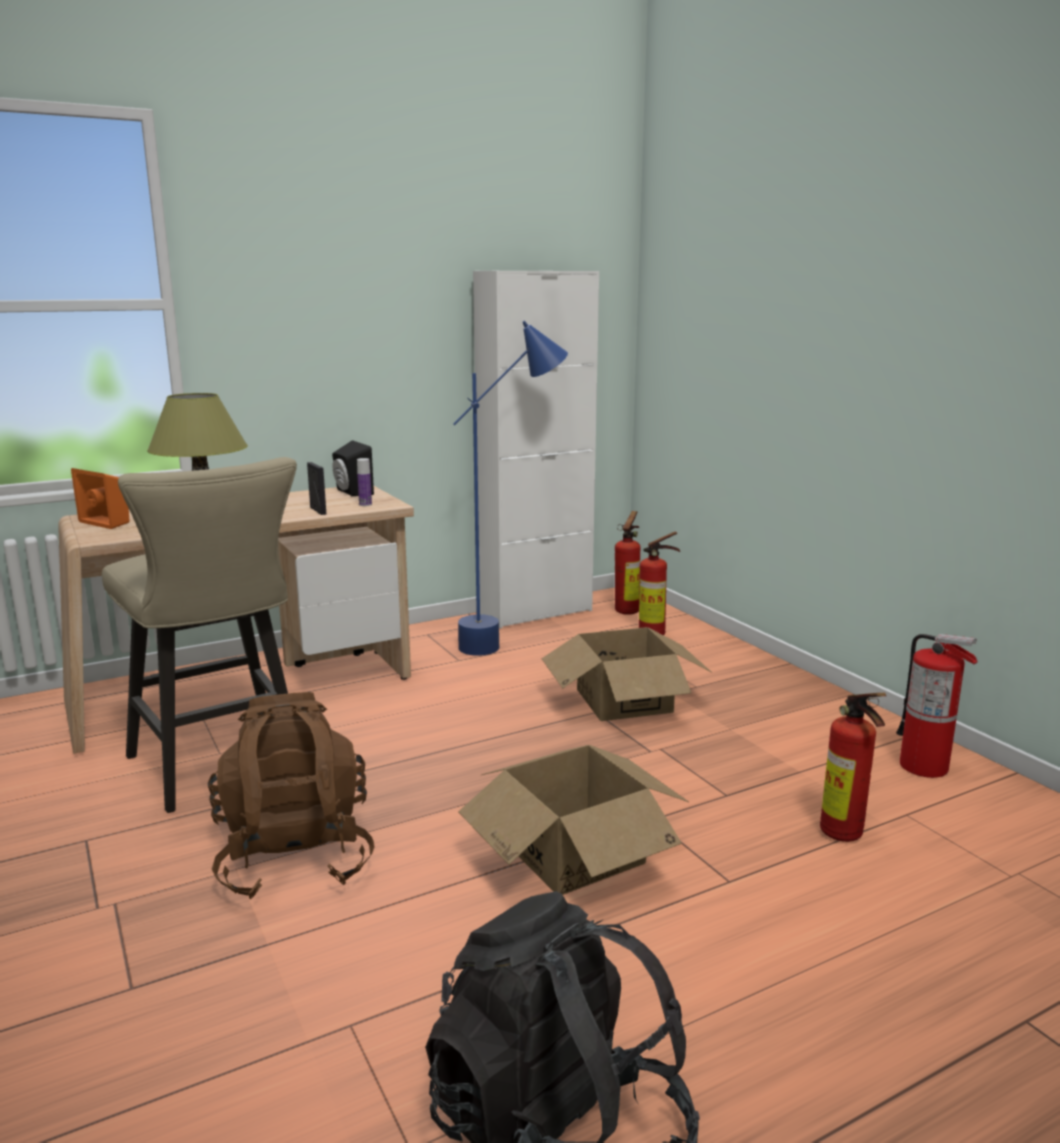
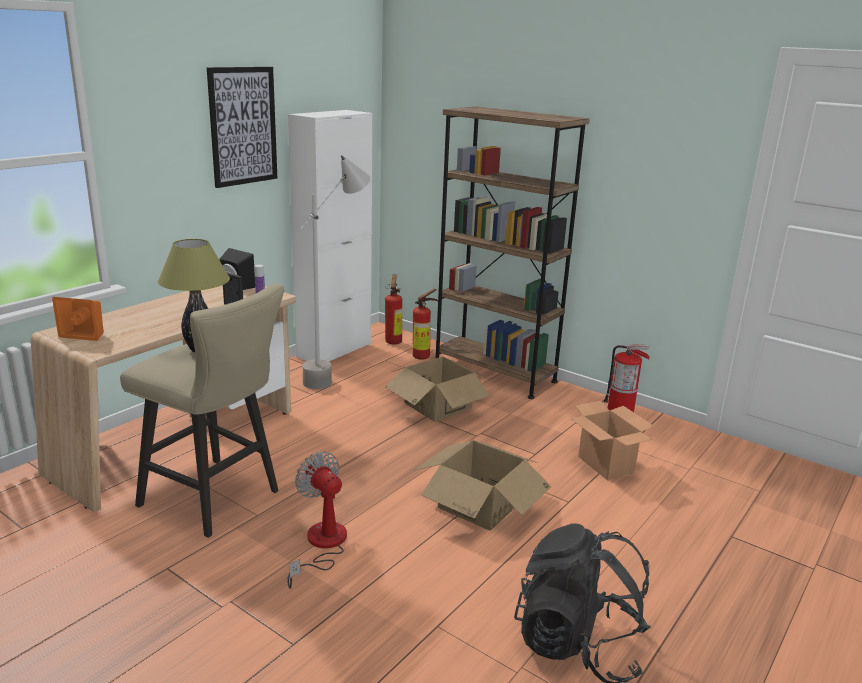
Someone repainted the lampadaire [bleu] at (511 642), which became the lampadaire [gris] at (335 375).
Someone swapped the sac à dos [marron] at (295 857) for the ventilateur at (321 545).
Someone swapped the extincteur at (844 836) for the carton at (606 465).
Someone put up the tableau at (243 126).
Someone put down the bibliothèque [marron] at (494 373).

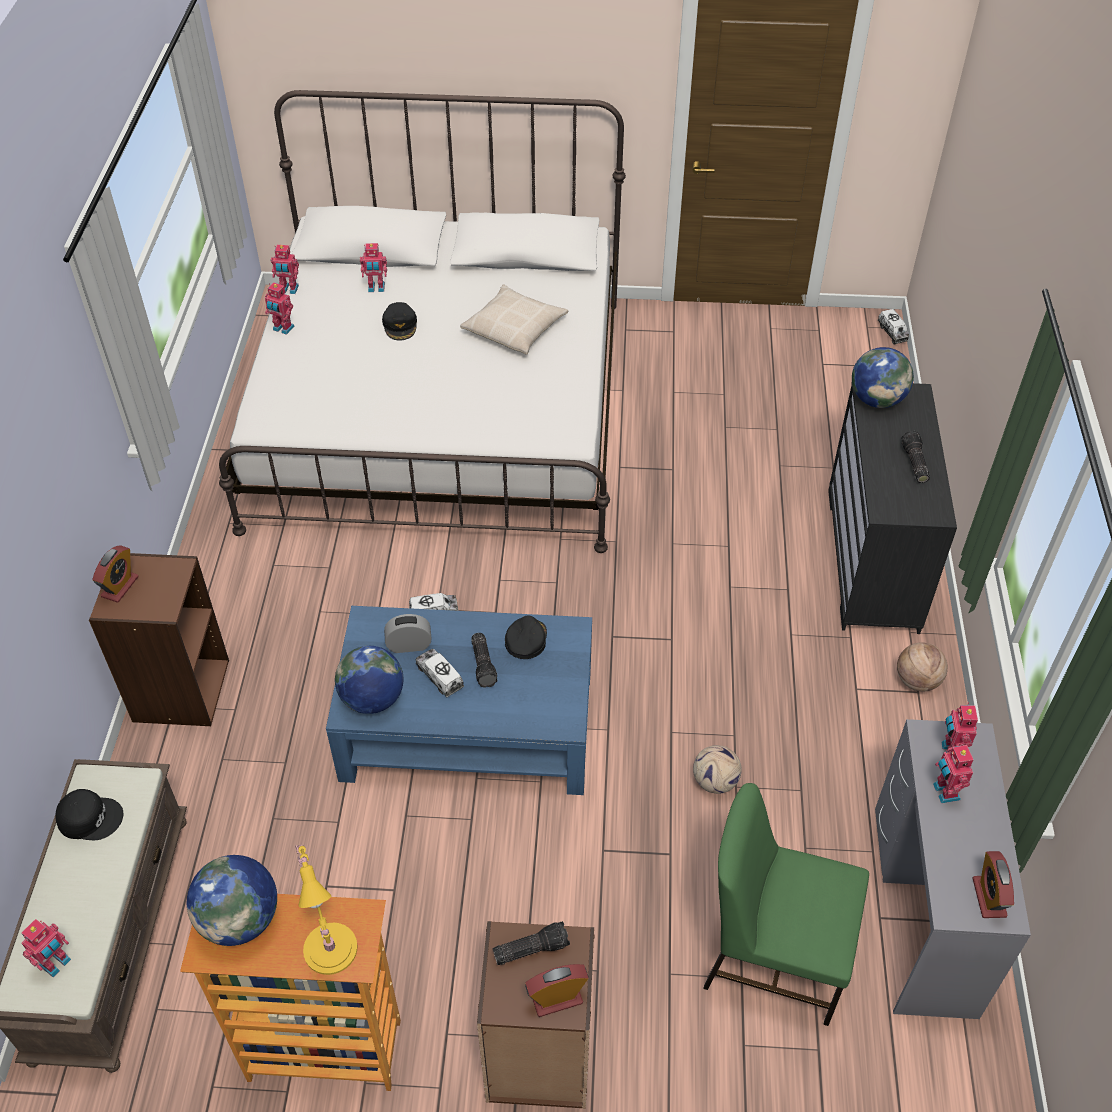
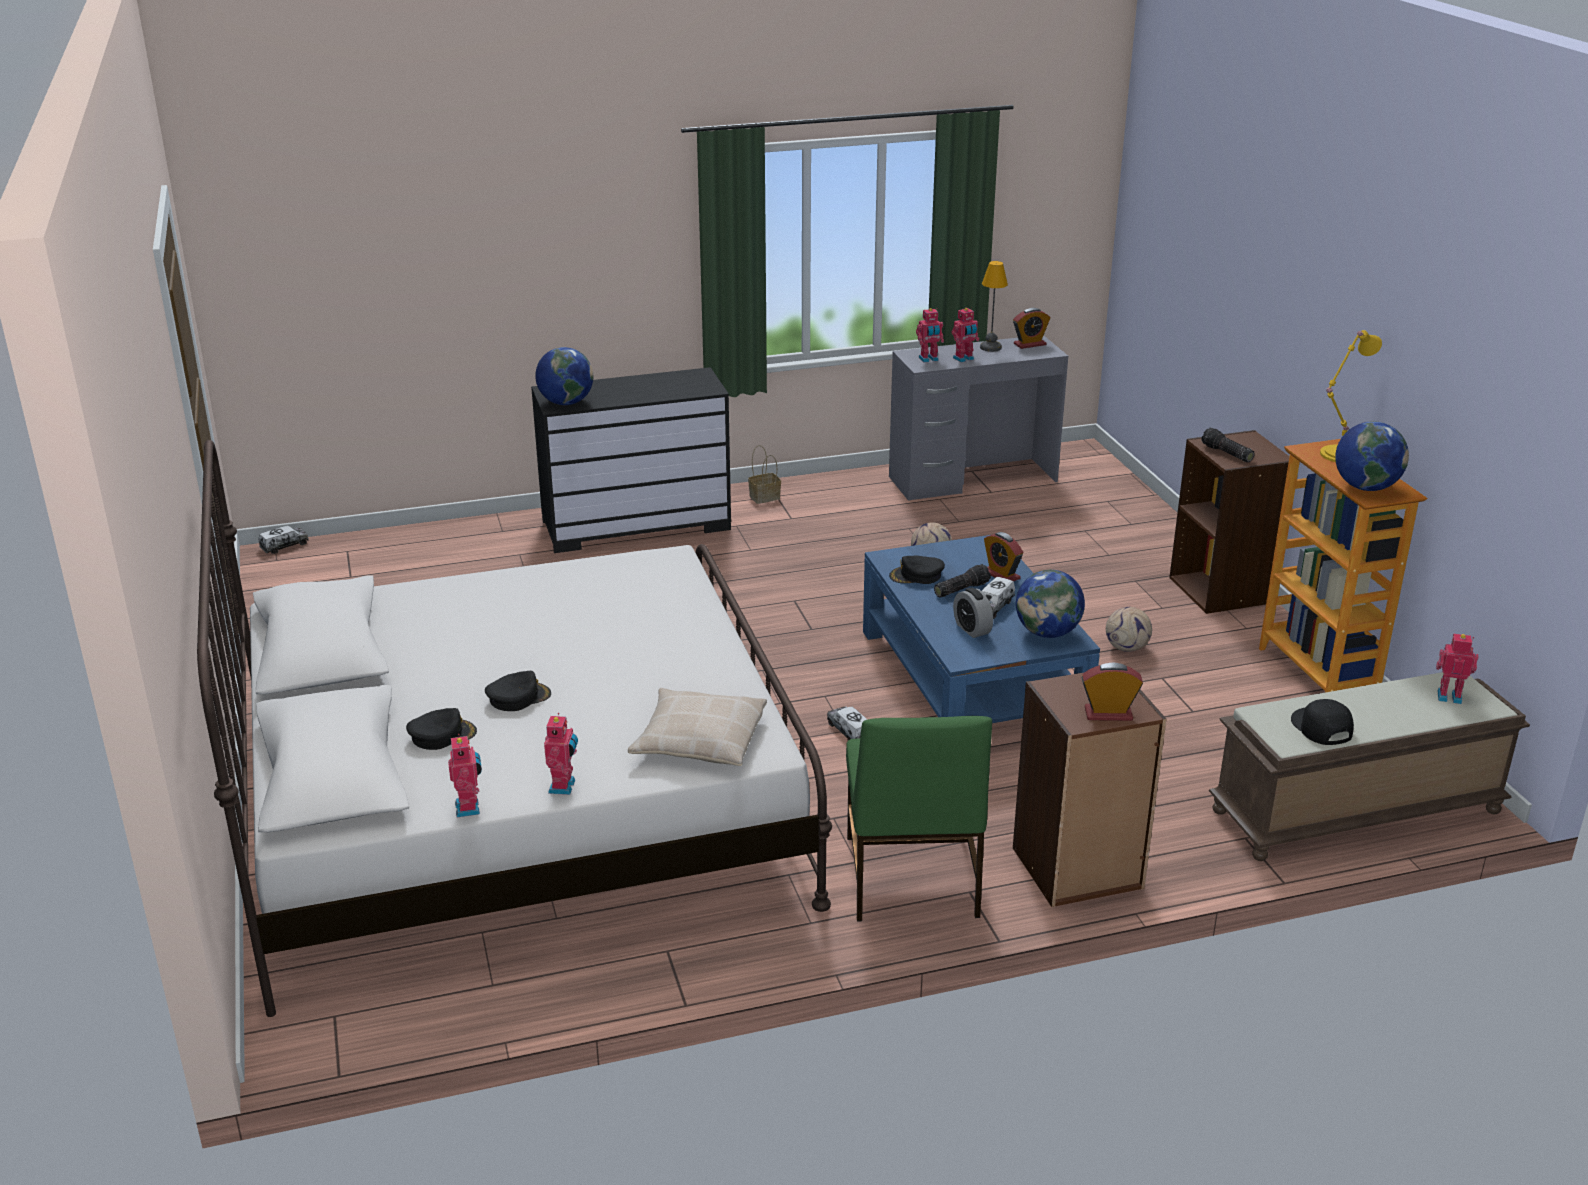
Someone swapped the robot jouet at (376 288) for the casquette [noir] at (442 735).
Someone carried the coussin [beige] from (515 328) to (699 740).
Someone took away the lampe de poche at (913 463).
Someone swapped the ballon de basket at (917 681) for the panier at (765 497).
Someone carried the chaise [vert] from (773 953) to (910 878).
Someone carried the réveil from (557 998) to (1001 575).
Someone put down the lampe de table at (990 347).
Someone put down the ballon de foot at (1127 648).

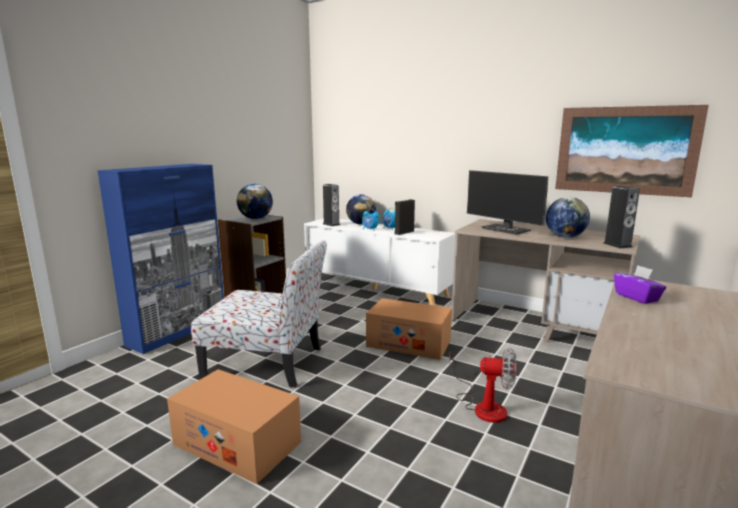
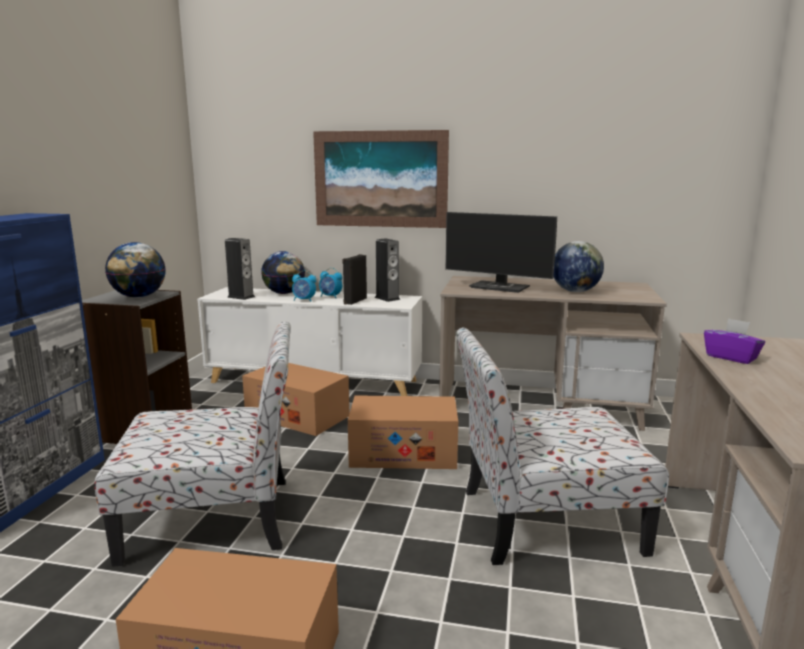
Someone carried the tableau from (625 150) to (380 179).
Someone carried the enceinte from (617 245) to (387 298).
Someone swapped the ventilateur at (483 406) for the chaise at (545 521).
Someone put down the carton at (297 416).

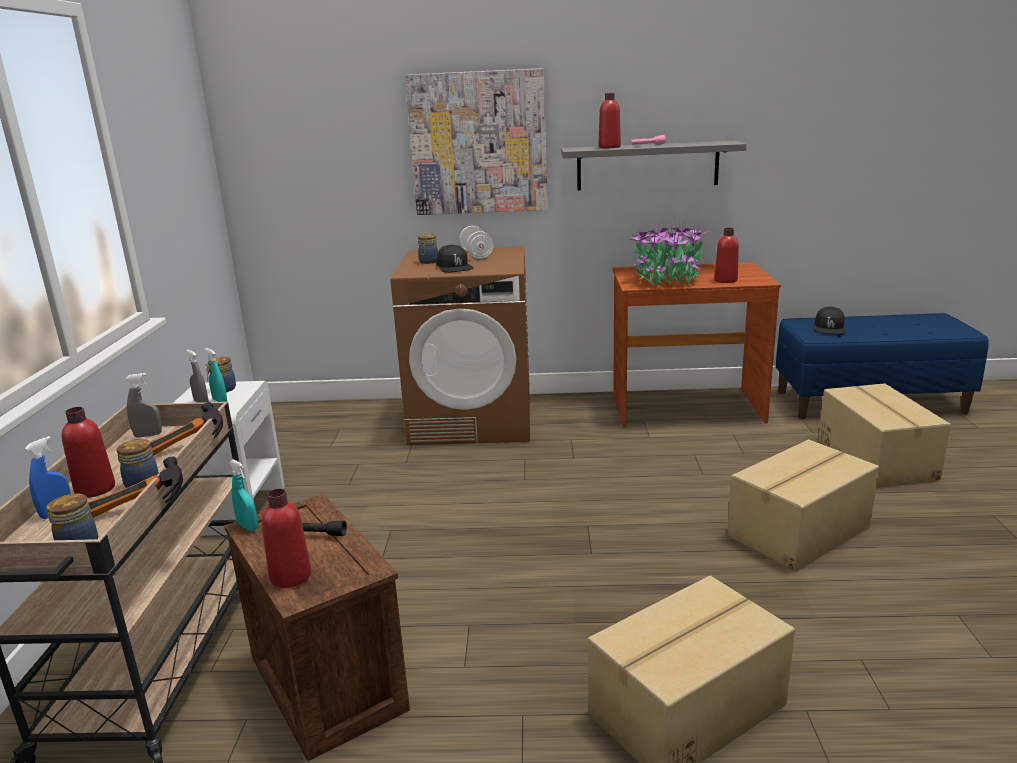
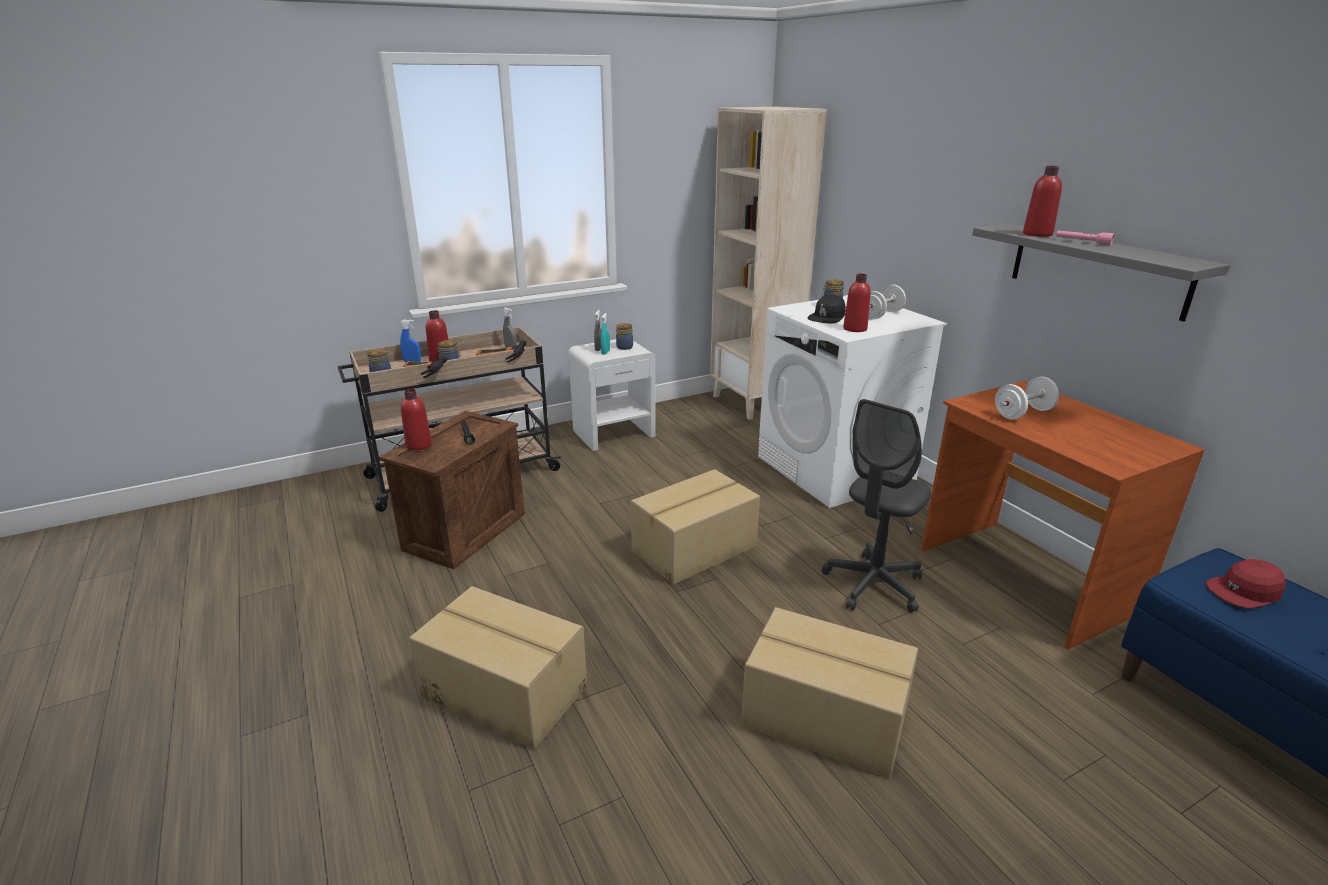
Someone took away the tableau at (478 143).
Someone swapped the plante en pot at (667 279) for the haltère [blanc] at (1023 413).
Someone carried the bouteille [rouge] from (725 280) to (855 329).
Someone repainted the lave-linge [marron] at (473 419), which became the lave-linge [blanc] at (835 469).
Someone repainted the casquette [noir] at (829 328), which became the casquette [rouge] at (1244 592).
Someone carried the carton from (877 459) to (695 549).
Someone took away the vaporisateur [turquoise] at (248 527).
Someone put down the bibliothèque [beige] at (754 402).
Someone put down the chaise de bureau [gris] at (873 585).

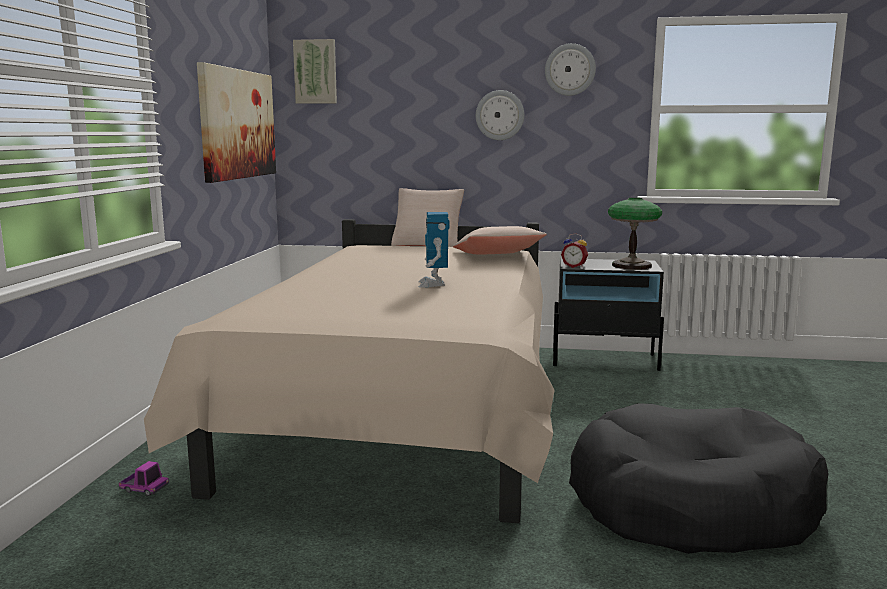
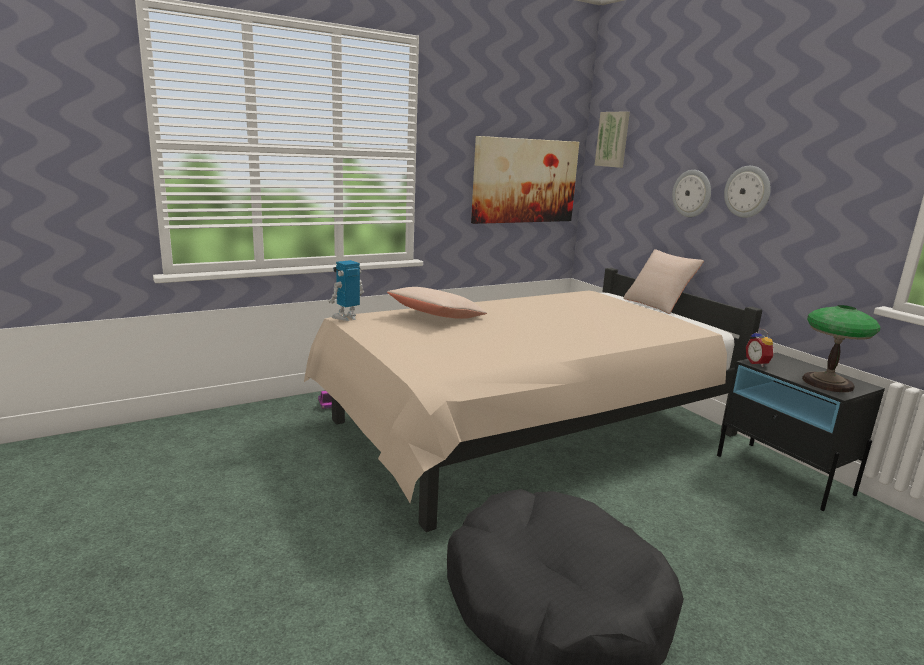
Someone carried the horloge murale from (570 69) to (692 193).
Someone carried the robot jouet from (433 284) to (346 318).
Someone carried the coussin [beige] from (497 256) to (437 317).

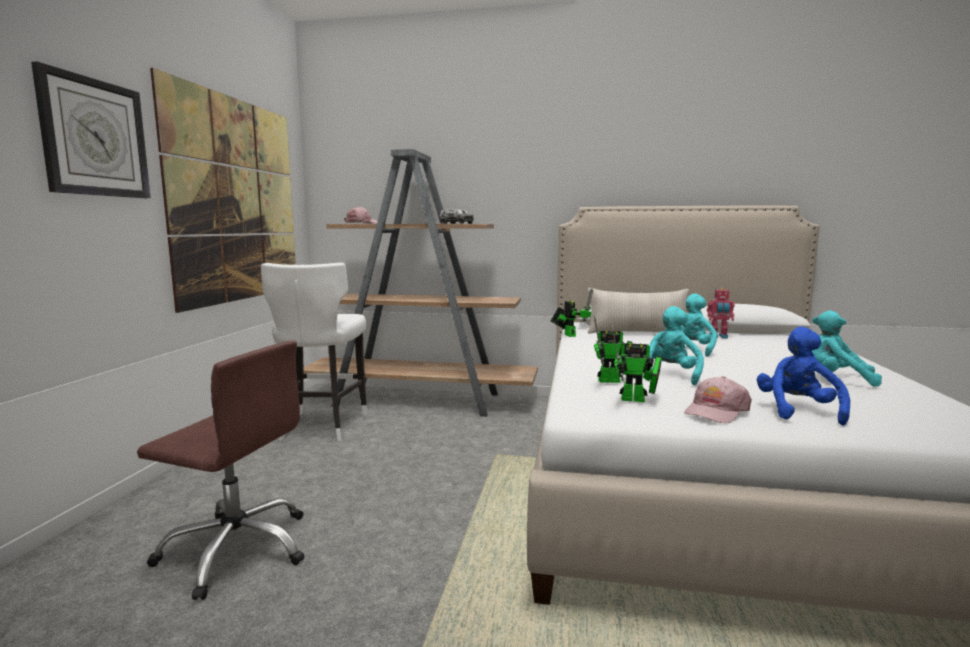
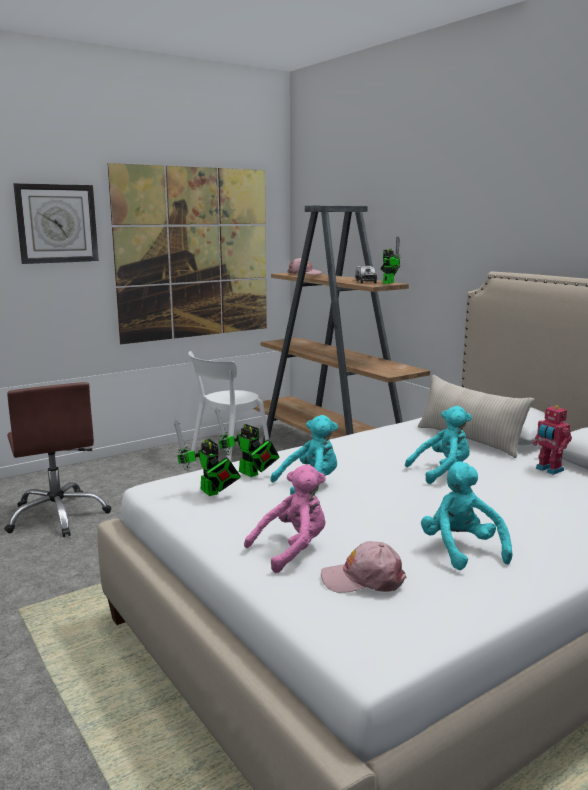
Someone swapped the tabouret [blanc] at (321 426) for the chaise [blanc] at (228 456).
Someone carried the robot jouet from (569 335) to (389 283).
Someone repainted the peluche [bleu] at (797 411), which became the peluche [rose] at (292 550).
Someone carried the casquette [rose] from (716 411) to (363 579).

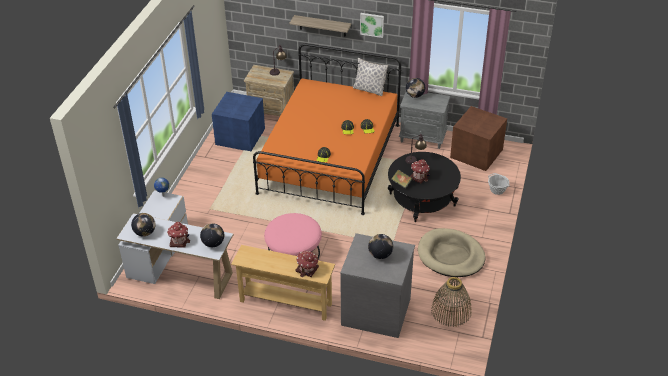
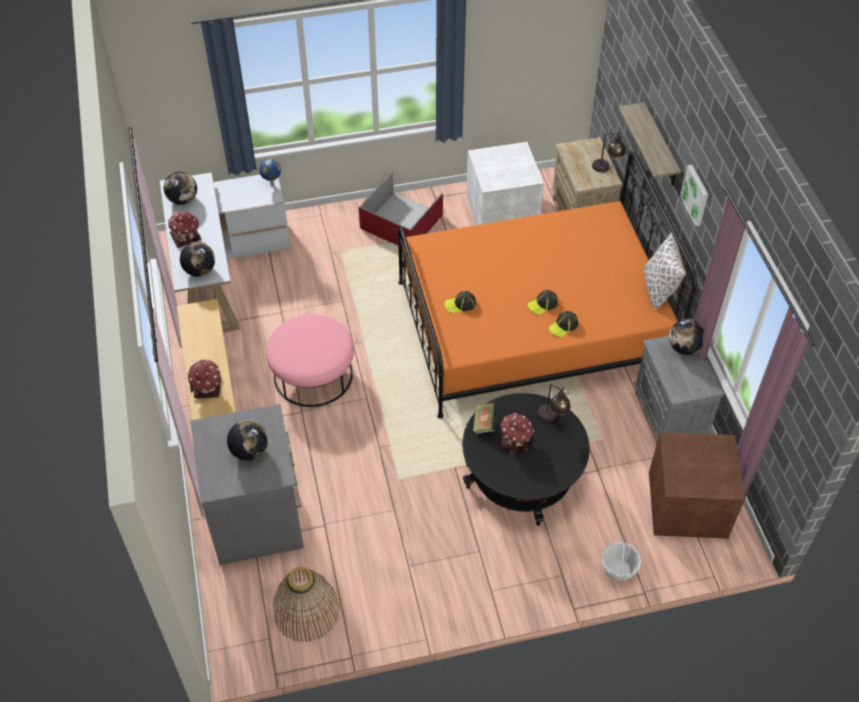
Someone repainted the boîte de rangement [bleu] at (241 136), which became the boîte de rangement [blanc] at (503 211).
Someone took away the panier pour chien [beige] at (451 255).
Someone put down the boîte de rangement [rouge] at (402 222).

